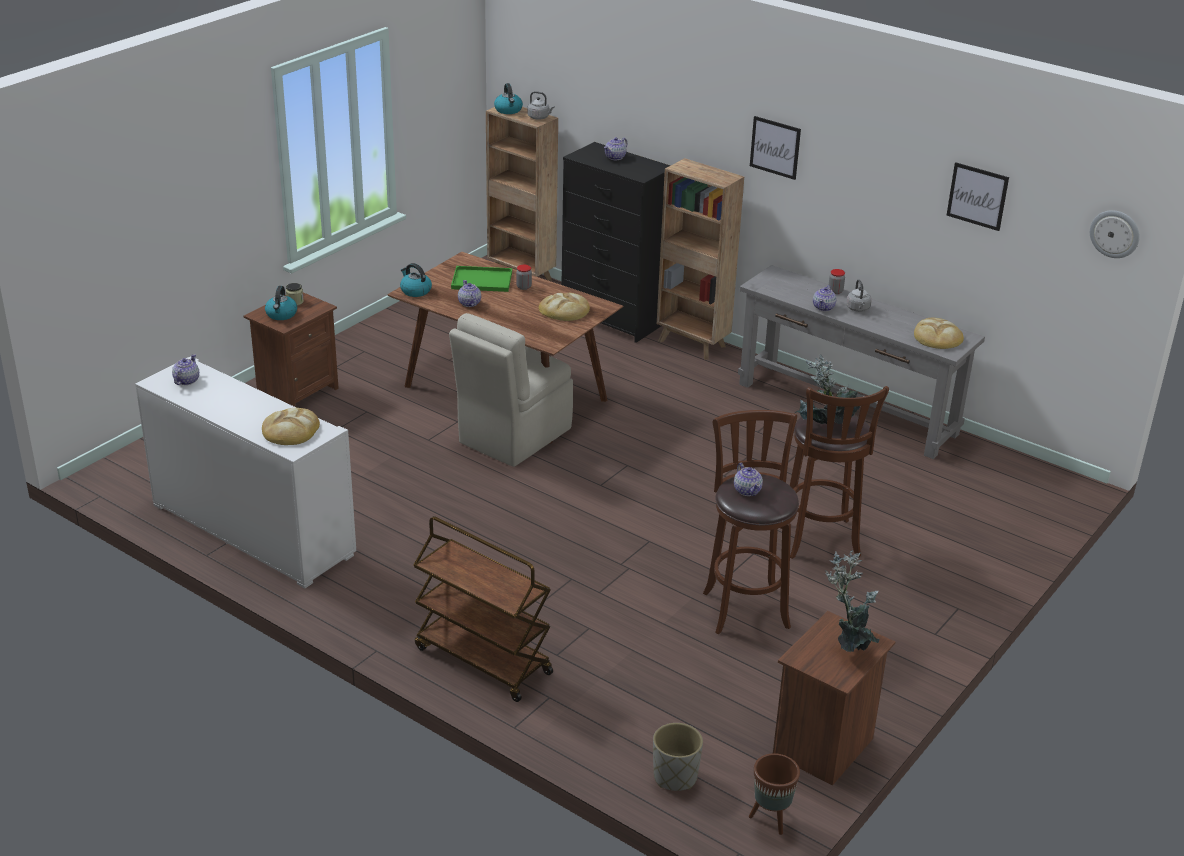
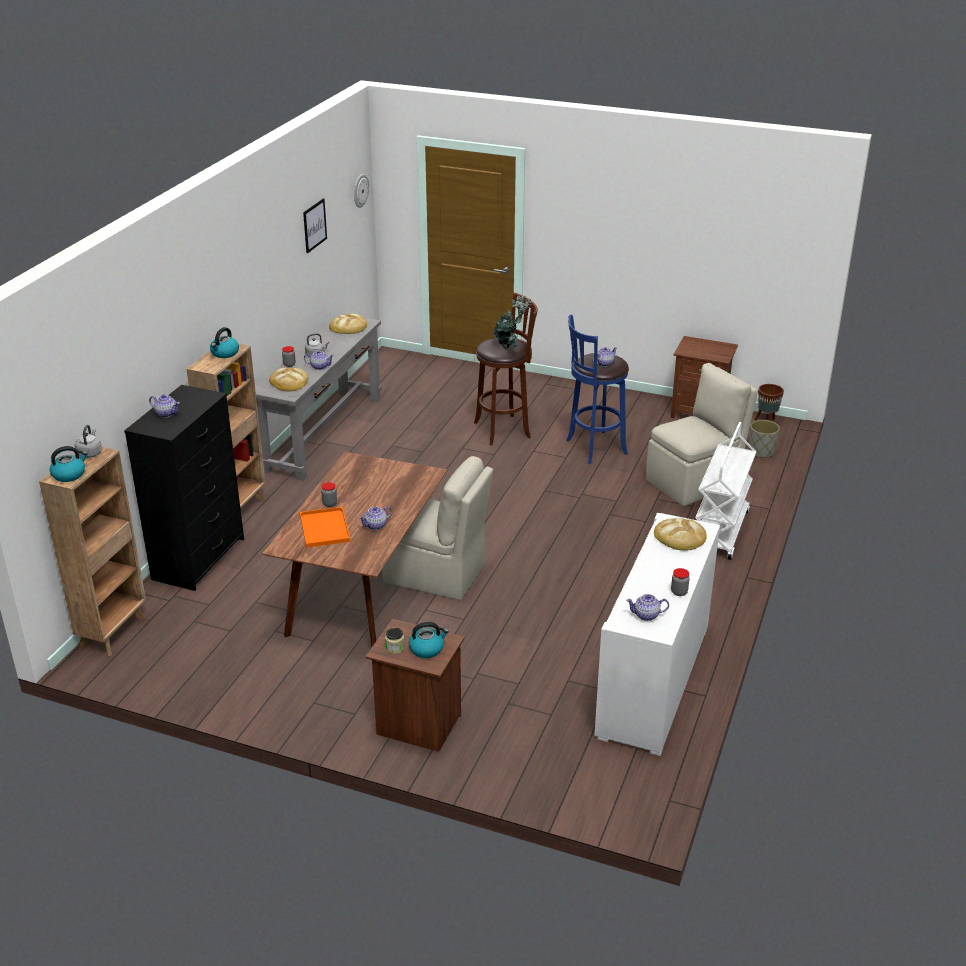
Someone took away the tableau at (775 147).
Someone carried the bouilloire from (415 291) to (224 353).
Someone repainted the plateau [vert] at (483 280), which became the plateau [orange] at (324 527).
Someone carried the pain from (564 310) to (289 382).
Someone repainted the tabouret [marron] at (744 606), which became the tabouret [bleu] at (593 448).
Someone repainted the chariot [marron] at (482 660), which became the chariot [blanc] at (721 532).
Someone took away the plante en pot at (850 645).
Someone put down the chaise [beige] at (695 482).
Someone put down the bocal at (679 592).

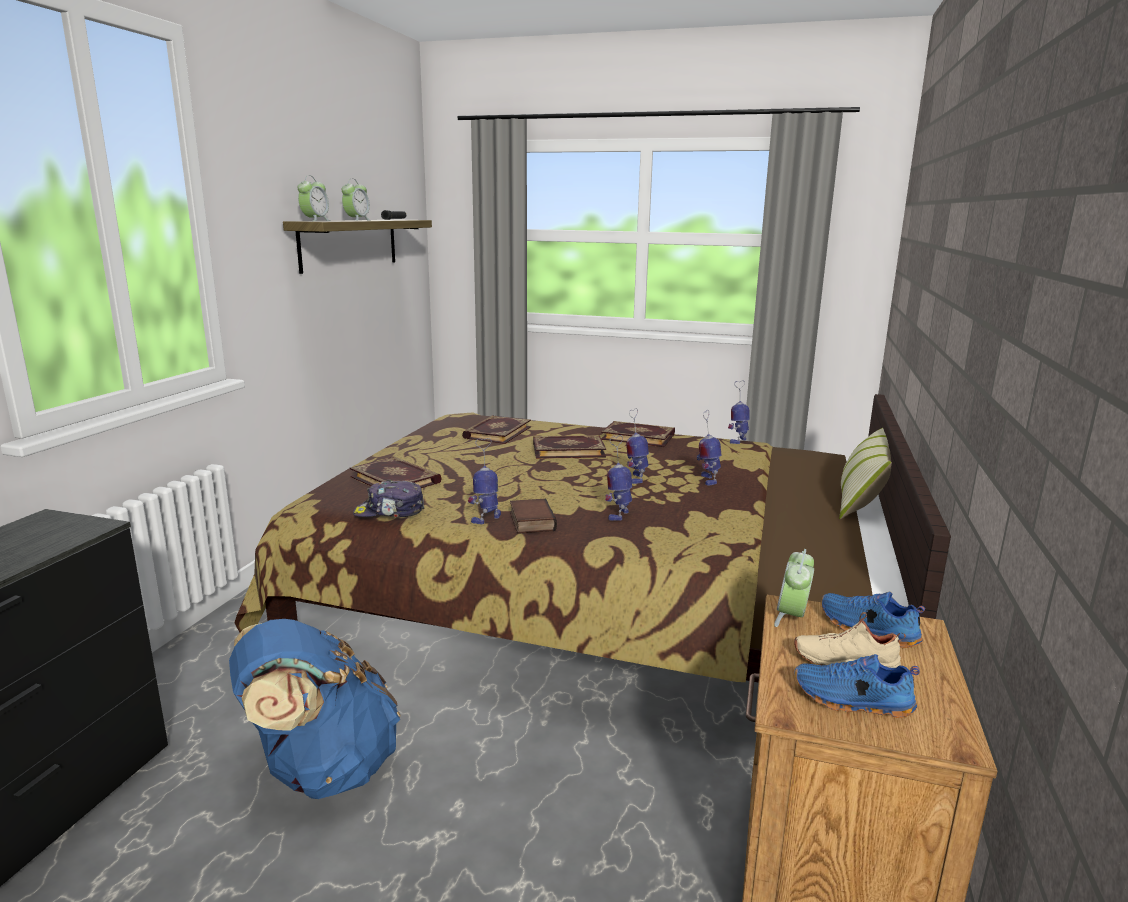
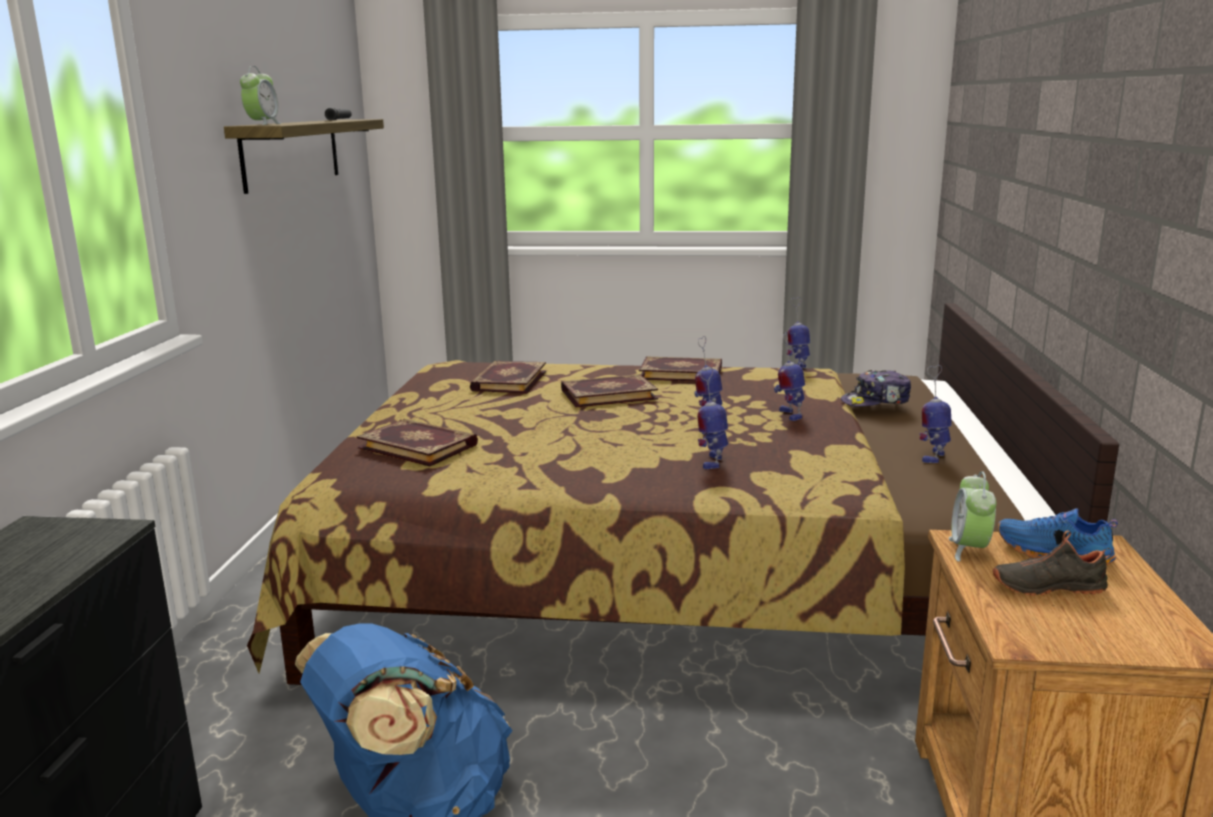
Someone took away the réveil at (357 220).
Someone took away the coussin at (862 496).
Someone carried the robot jouet from (487 518) to (933 457).
Someone carried the casquette from (389 512) to (876 401).
Someone took away the livre at (530 521).
Someone repainted the chaussure [beige] at (844 660), which became the chaussure [noir] at (1047 586).
Someone took away the chaussure [bleu] at (852 701).

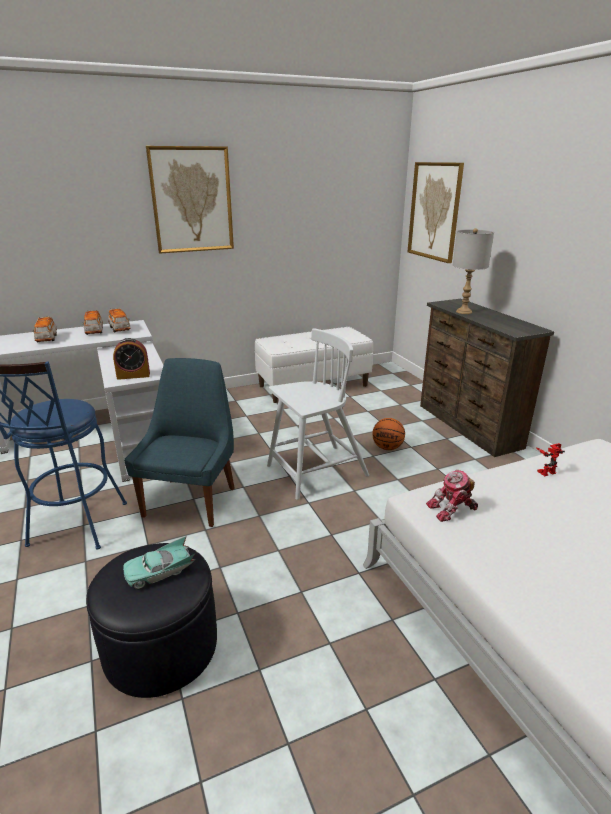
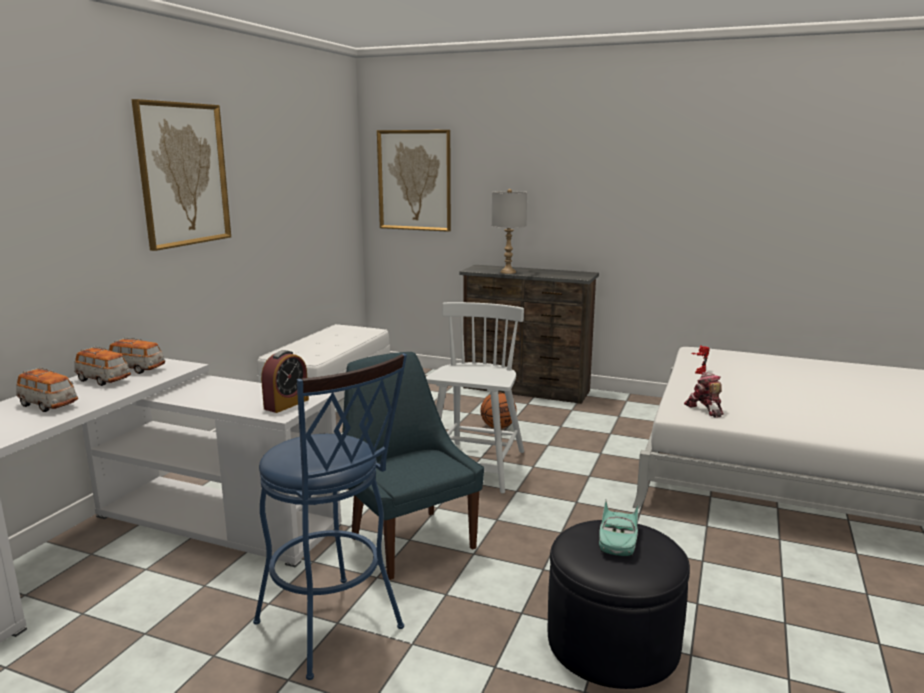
Someone rotated the robot jouet at (452 510) by 135 degrees clockwise.

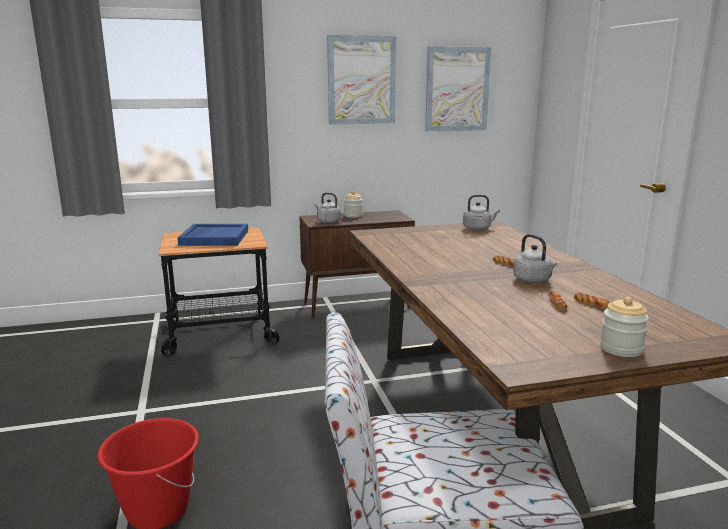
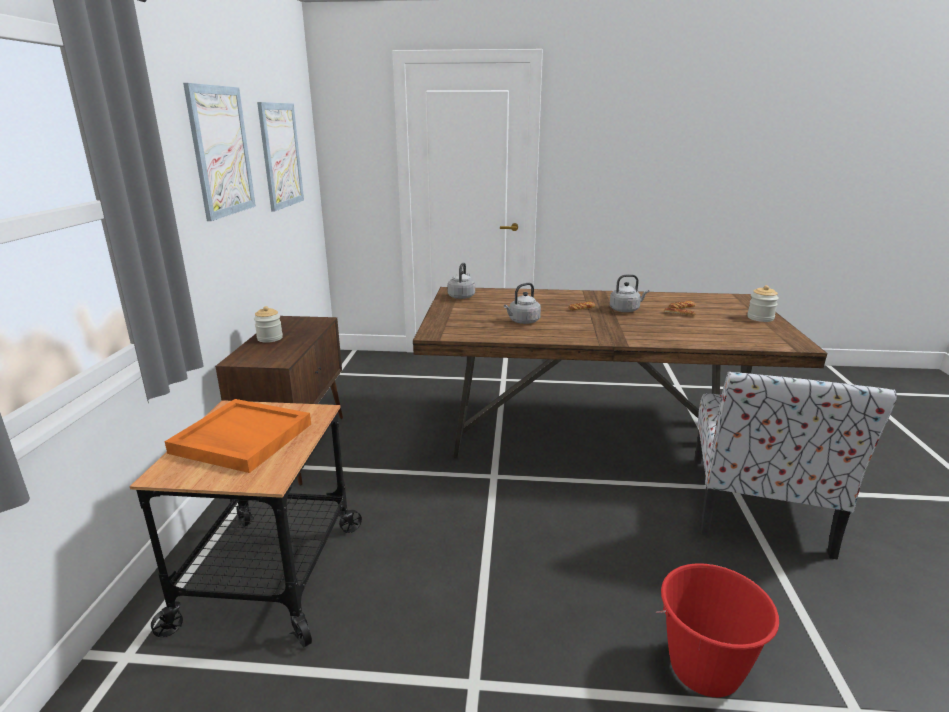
Someone carried the bouilloire [gris] from (327 221) to (522 321).
Someone repainted the plateau [bleu] at (214 238), which became the plateau [orange] at (241 438).

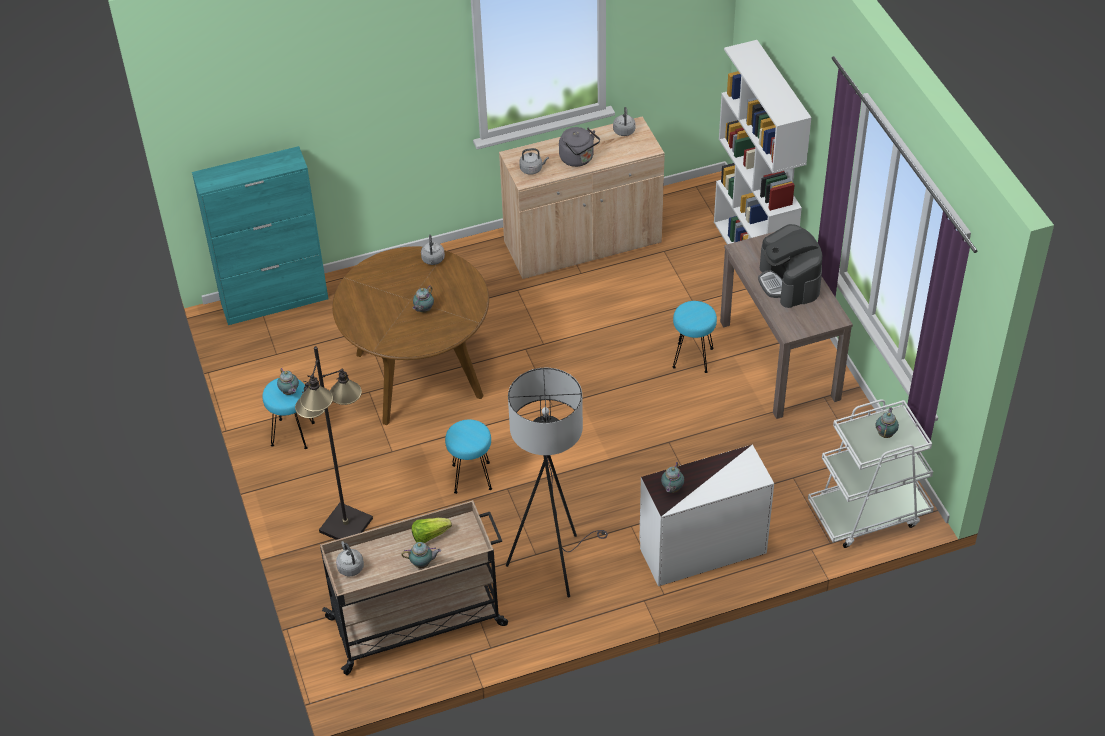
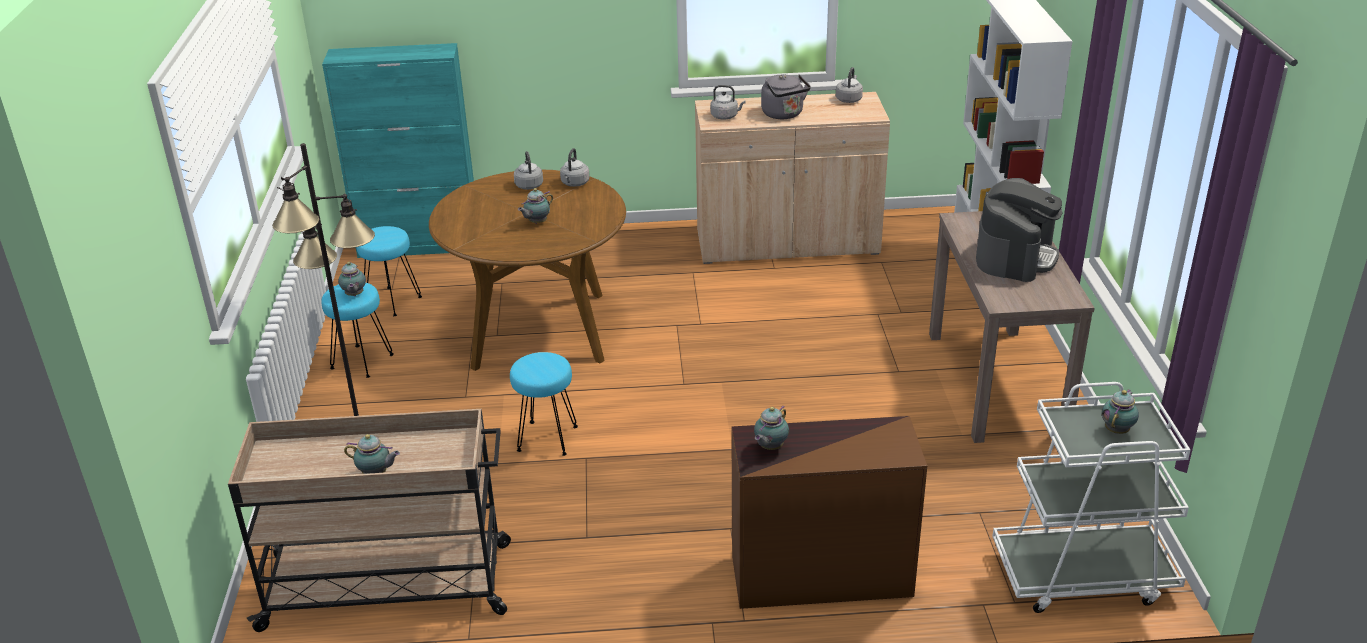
Someone rotated the machine à café at (789 282) by 150 degrees counterclockwise.
Someone carried the tabouret [turquoise] from (693 357) to (392 301).
Someone took away the lampadaire [gris] at (553 561).
Someone repainted the commode [blanc] at (701 549), which became the commode [marron] at (819 574).
Someone took away the laitue at (429 535).
Someone carried the bouilloire [gris] from (350 566) to (529 185).

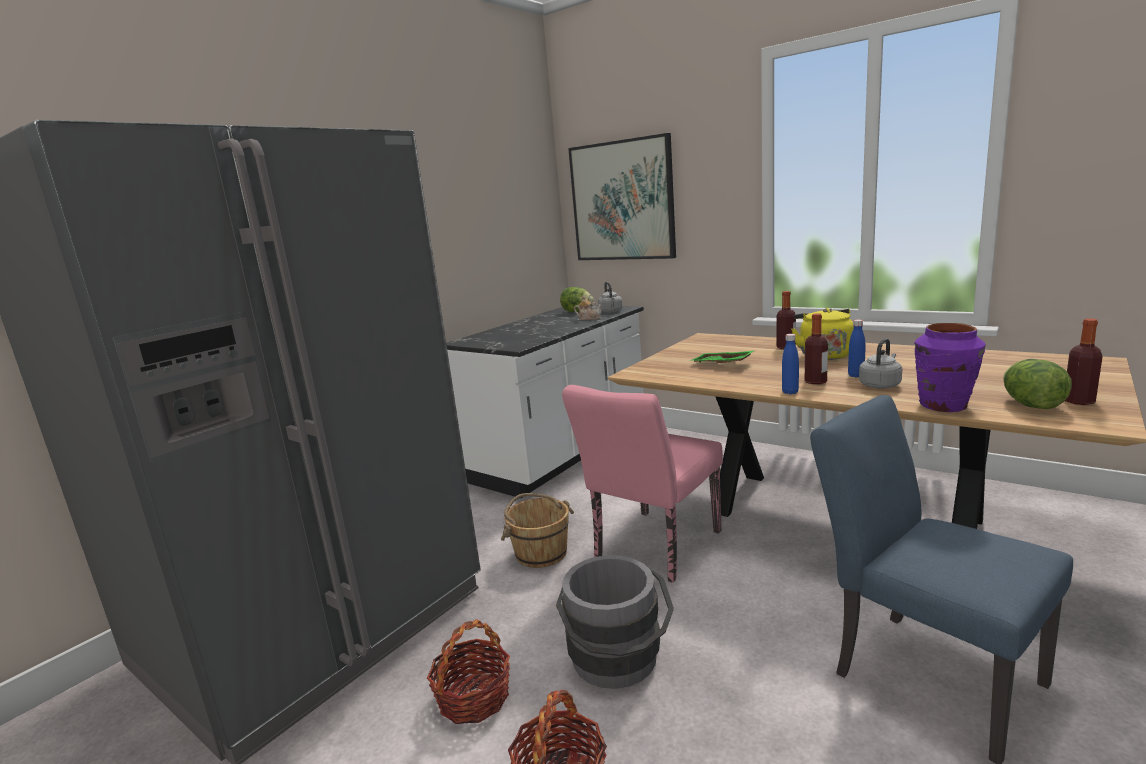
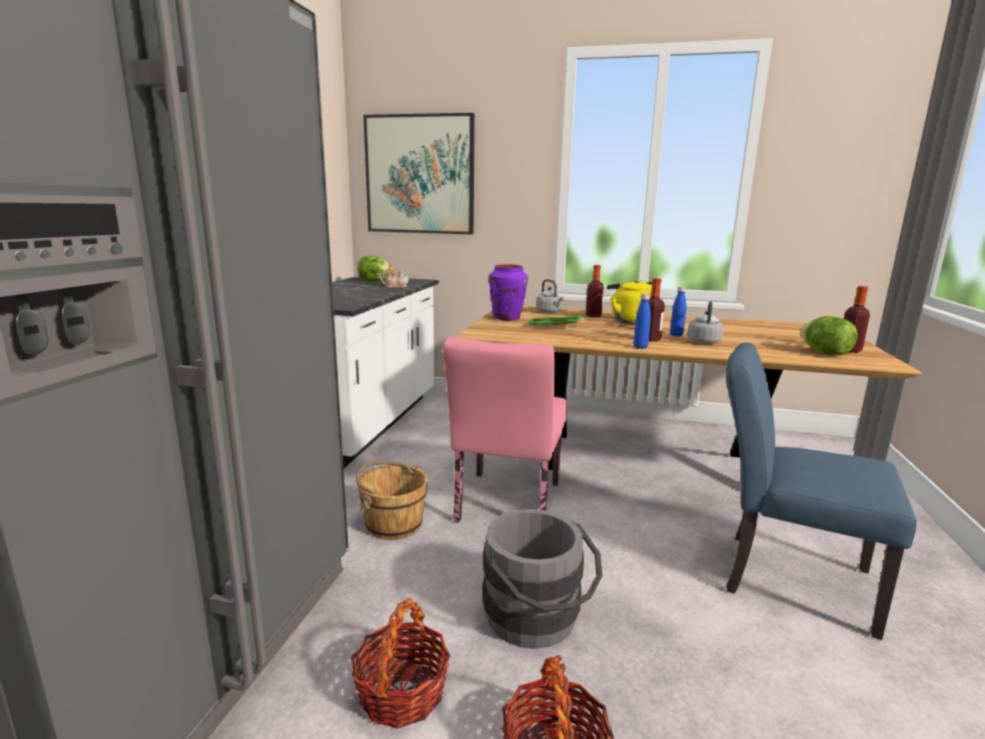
Someone carried the bouilloire [gris] from (611 312) to (550 312).
Someone carried the vase [violet] from (944 406) to (507 318).

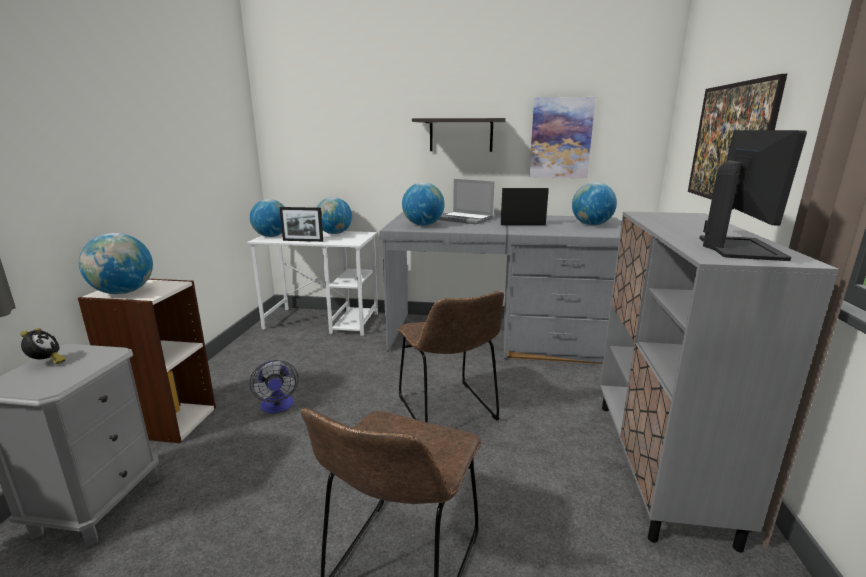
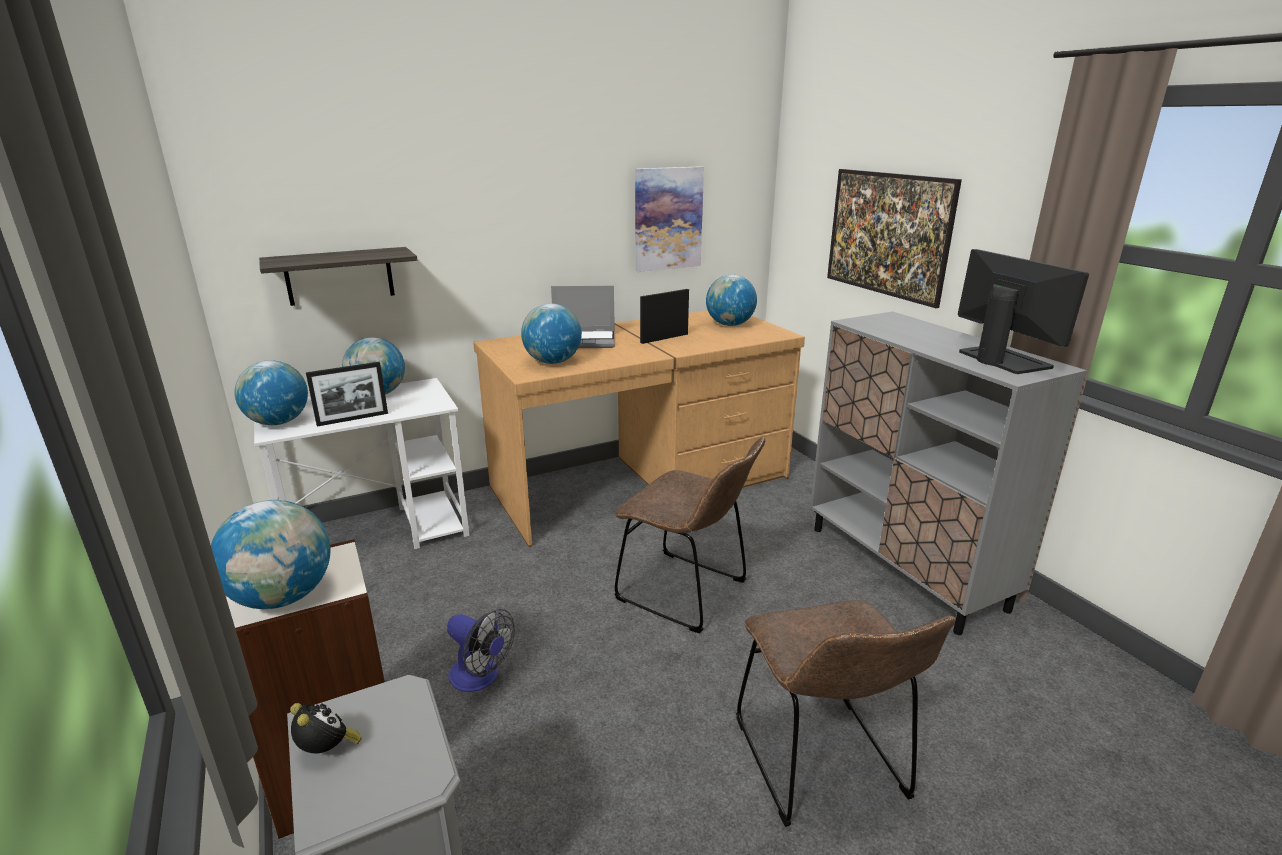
Someone carried the étagère from (461 135) to (339 276).
Someone repainted the bureau [gris] at (500 338), which became the bureau [marron] at (642 484).

